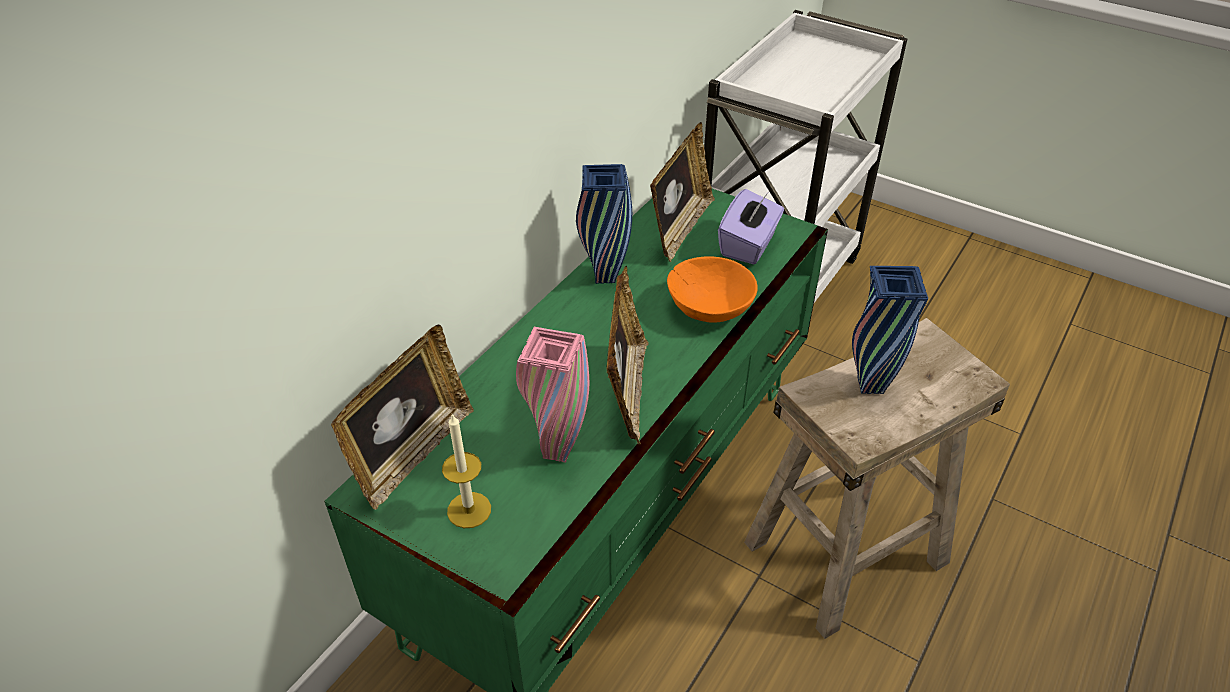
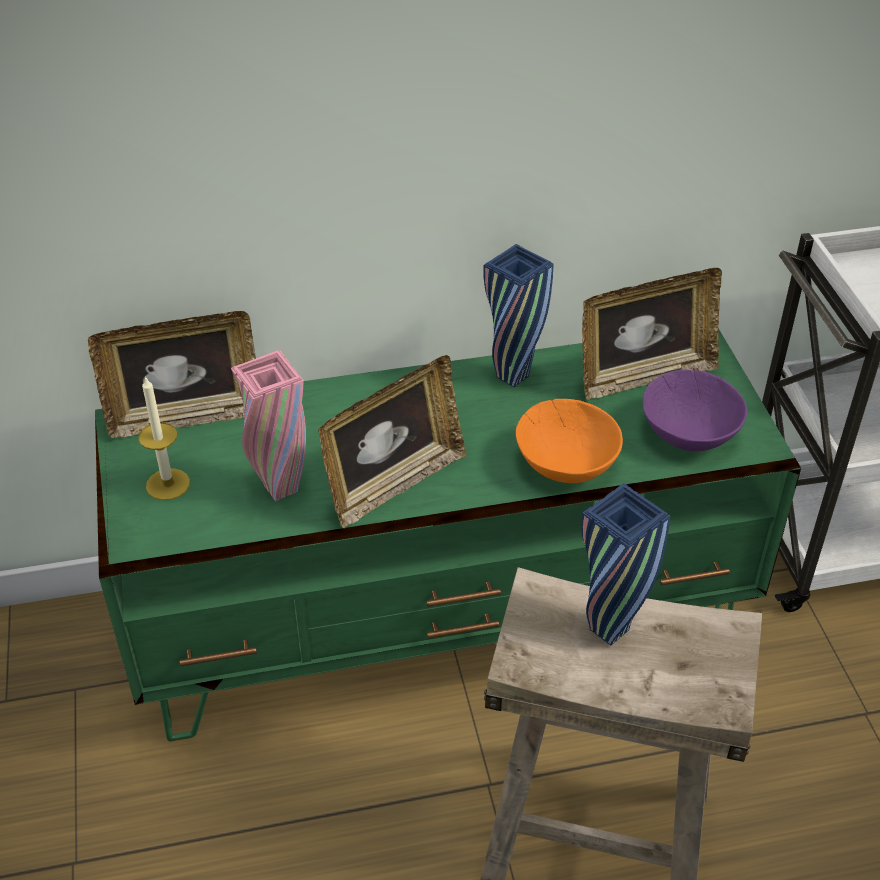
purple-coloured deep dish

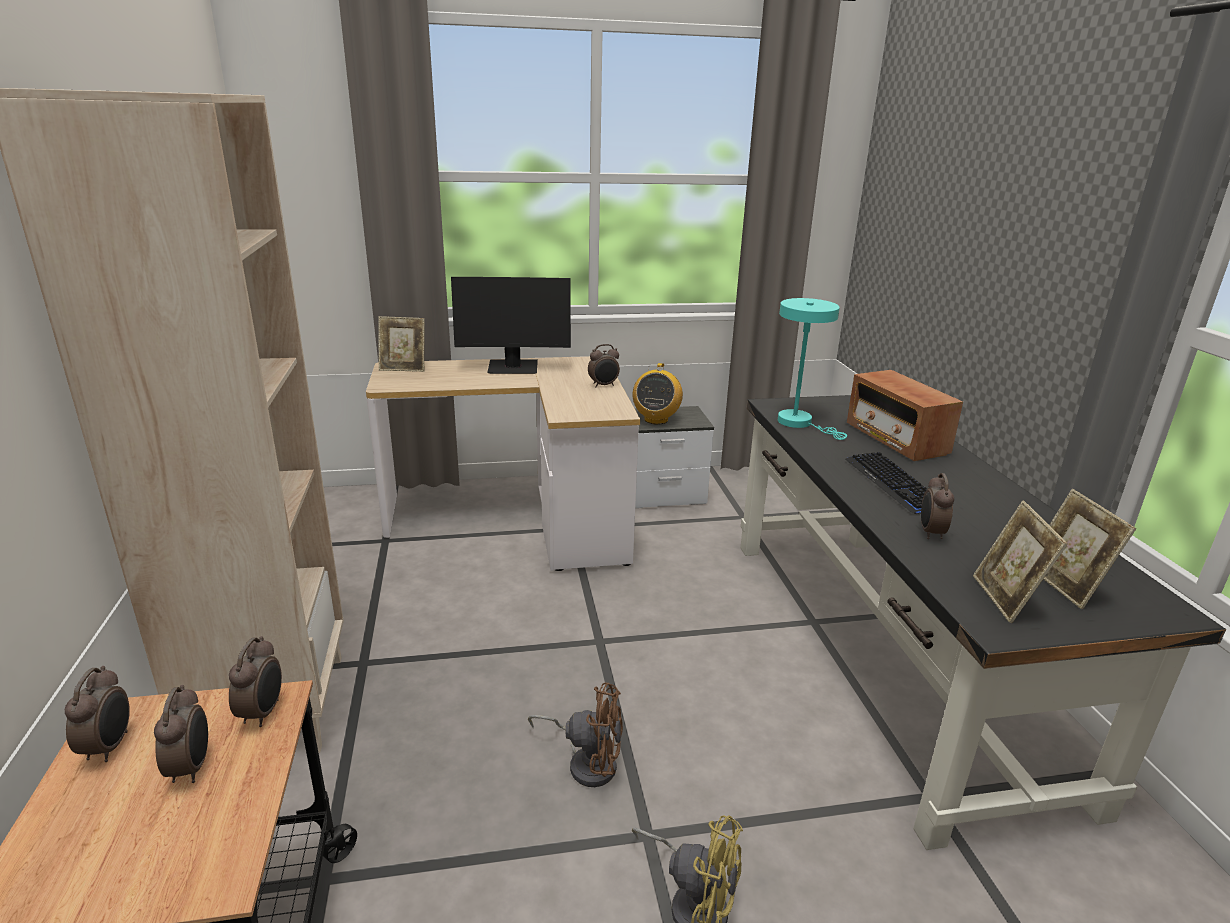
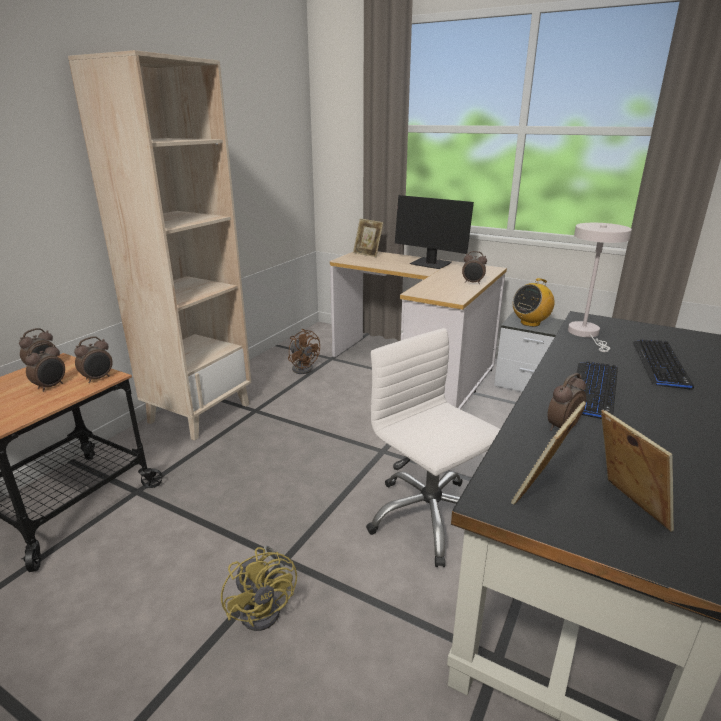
whitish desk chair
brown cooling fan
keyboard (no. 2 from left)
whitish tabletop lamp
standing frame (no. 3 from left)

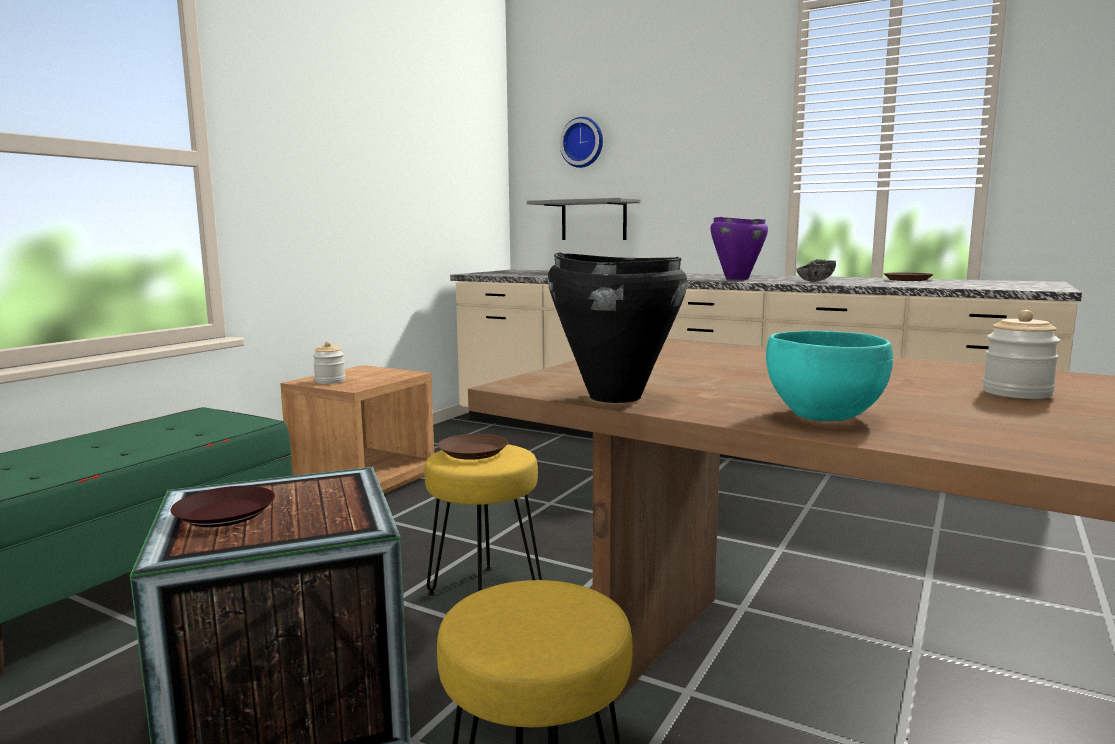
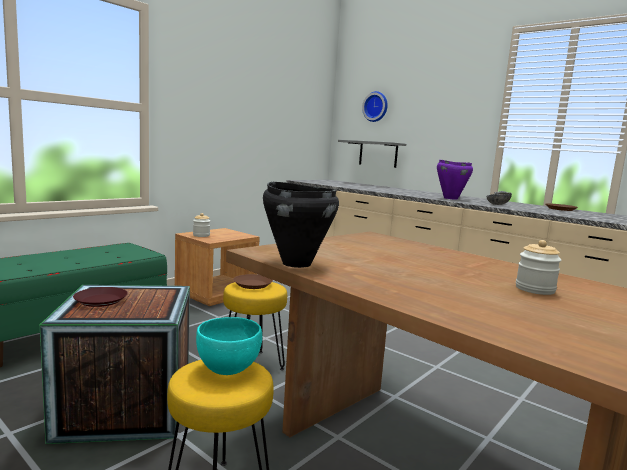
blue-green deep dish

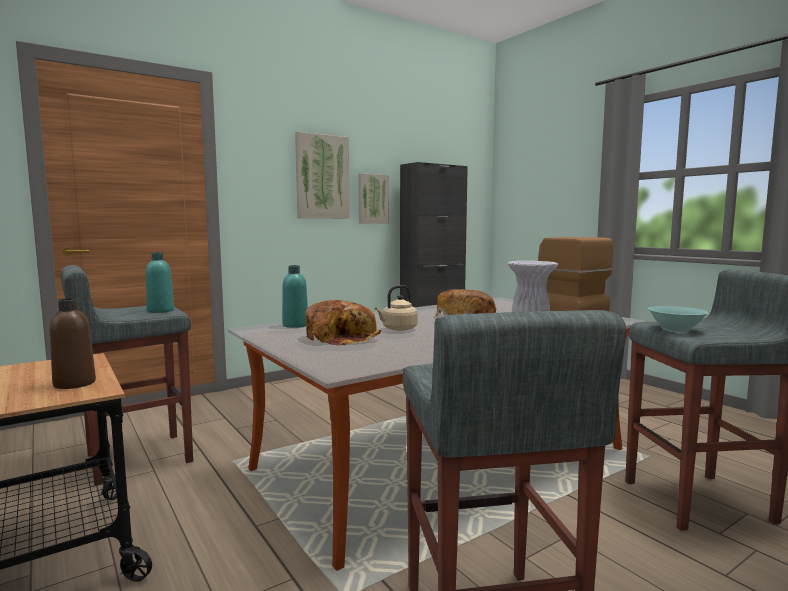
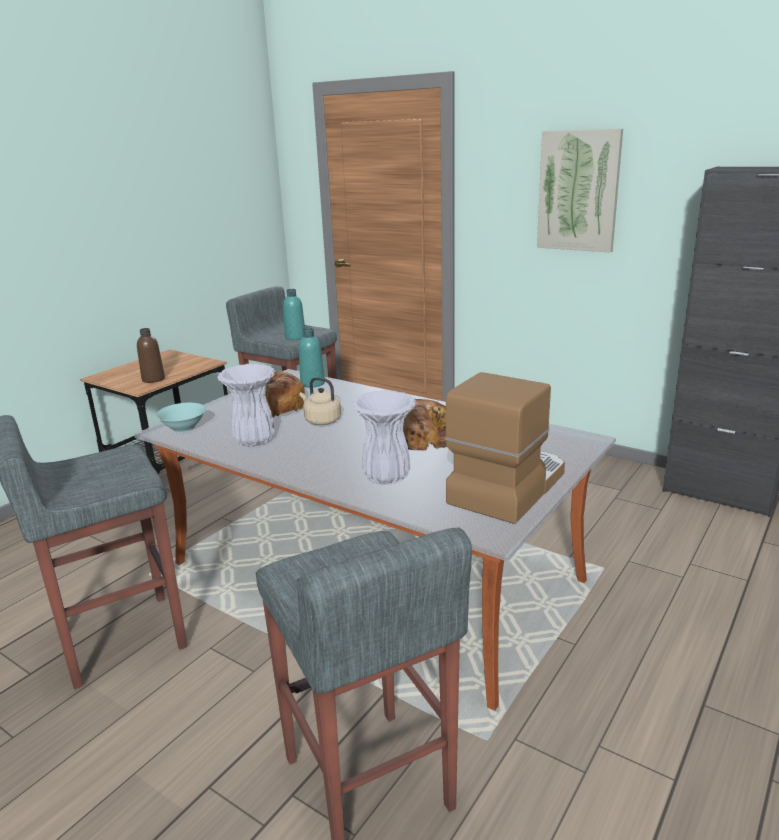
picture (no. 2 from left in the first image)
whitish decorative vase (no. 1 from left)
blue-green deep dish

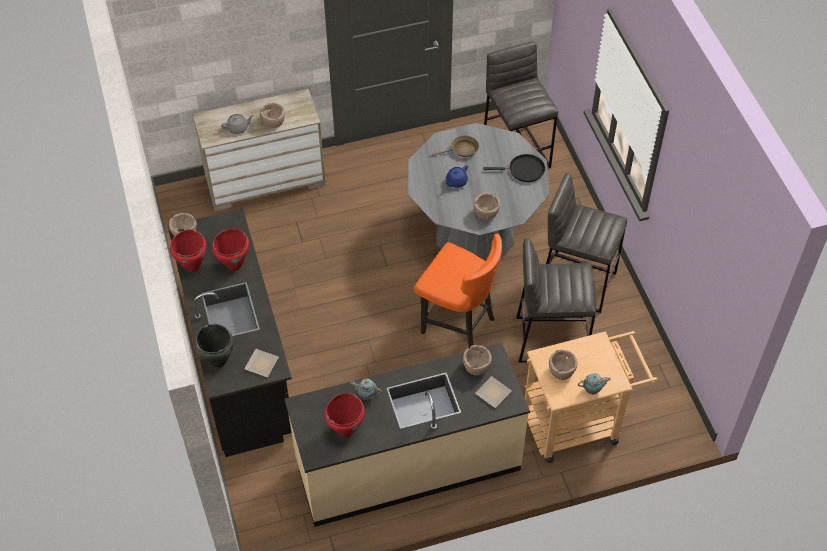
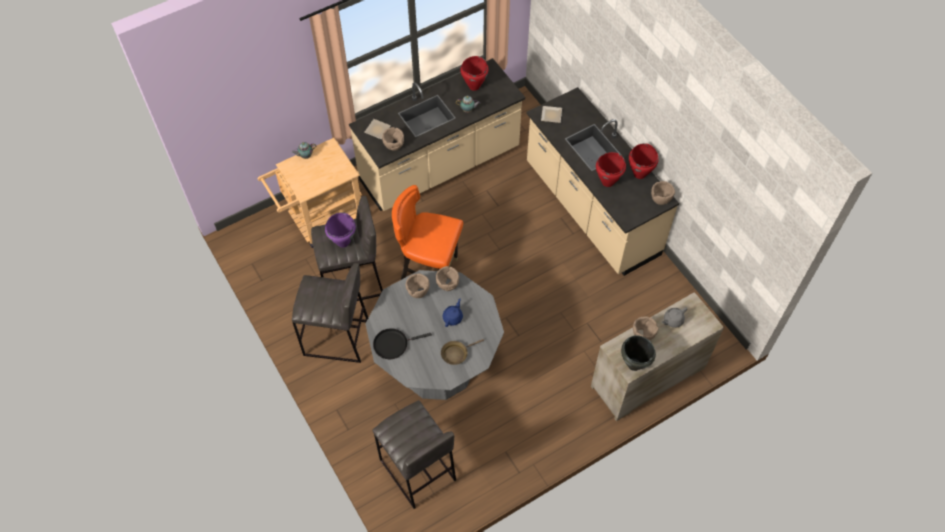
purple-coloured stockpot
black stockpot
brown deep dish (no. 3 from left)
beige kitchen base unit (no. 2 from left)

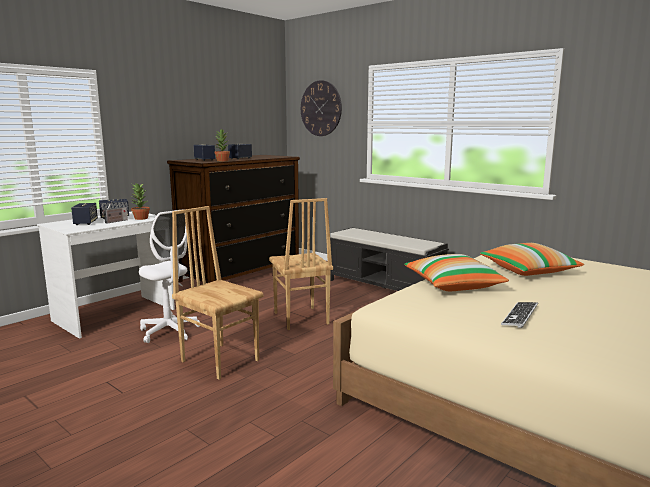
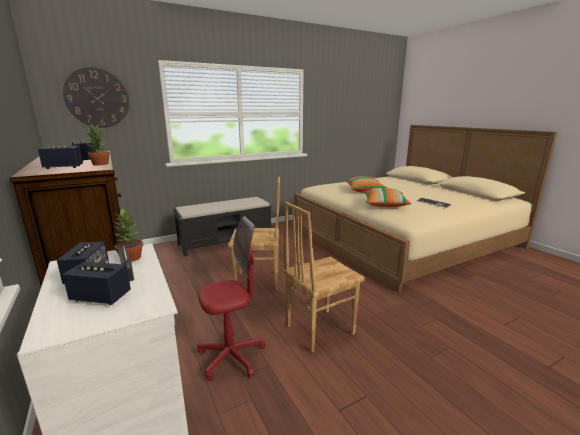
reddish desk chair

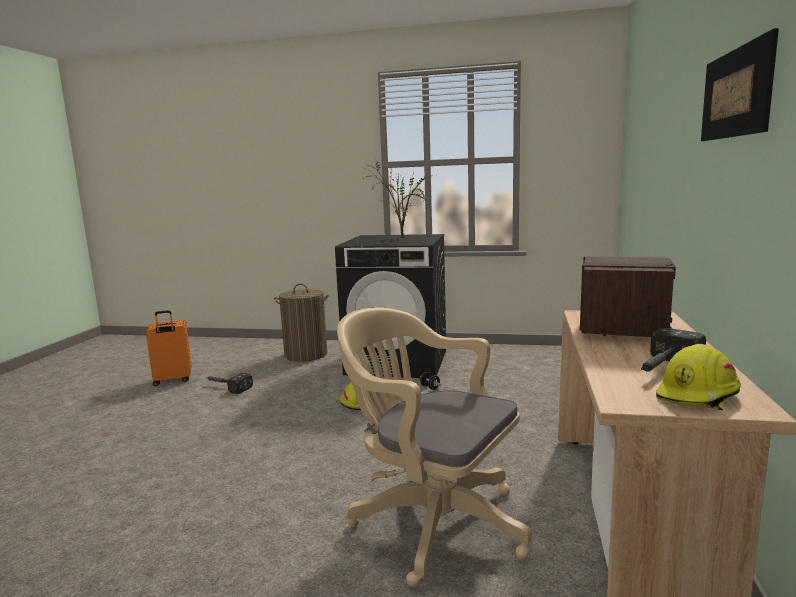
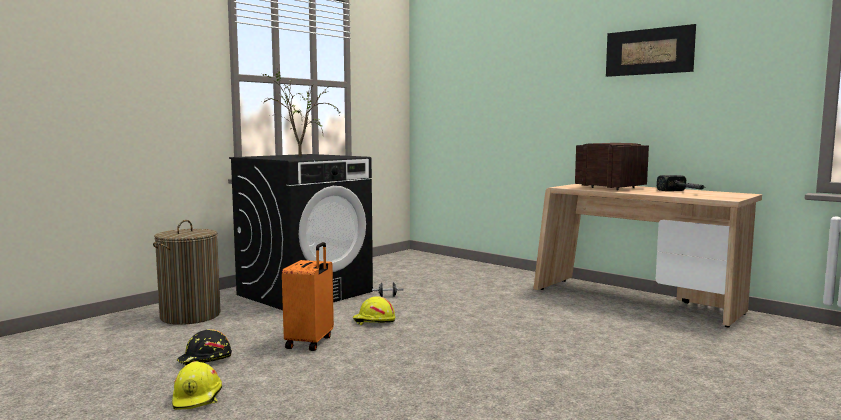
beige desk chair
orange travel case
yellowish safety helmet (no. 1 from left)
black safety helmet

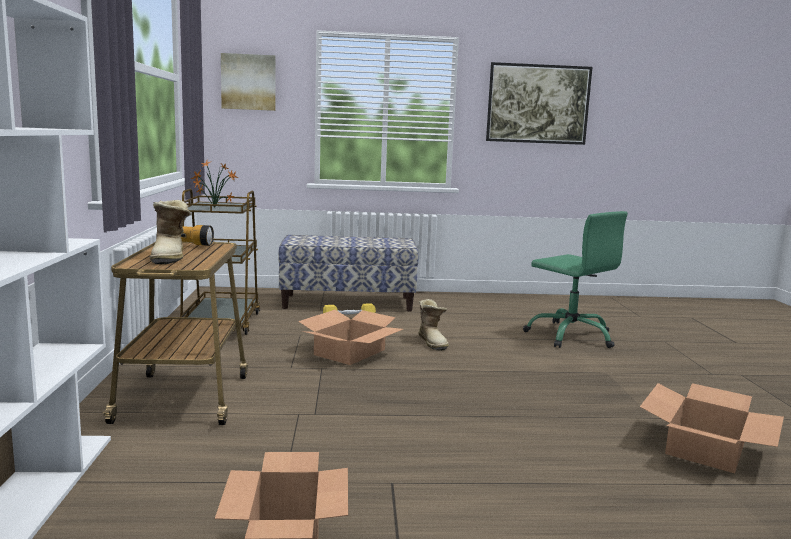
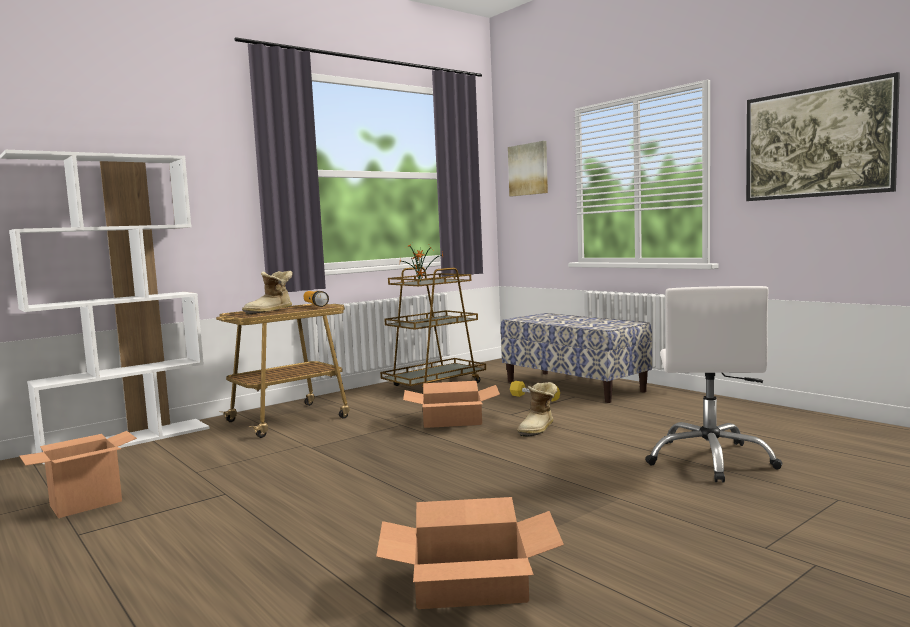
whitish desk chair

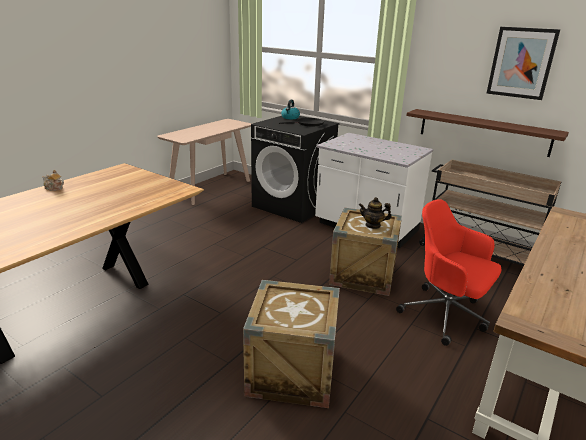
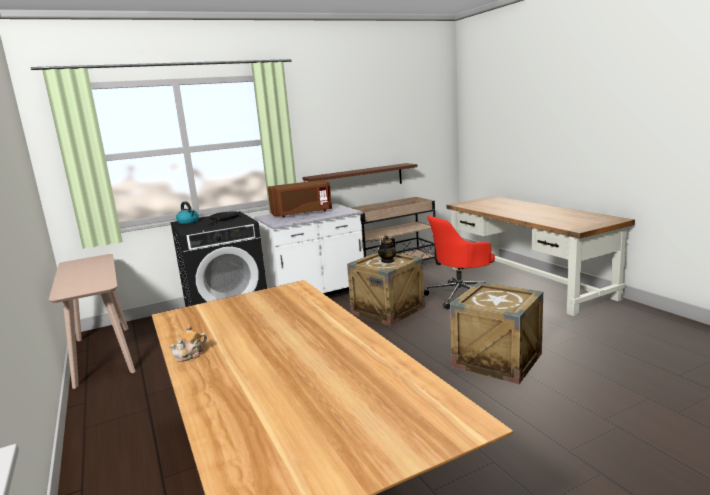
picture
brown microwave

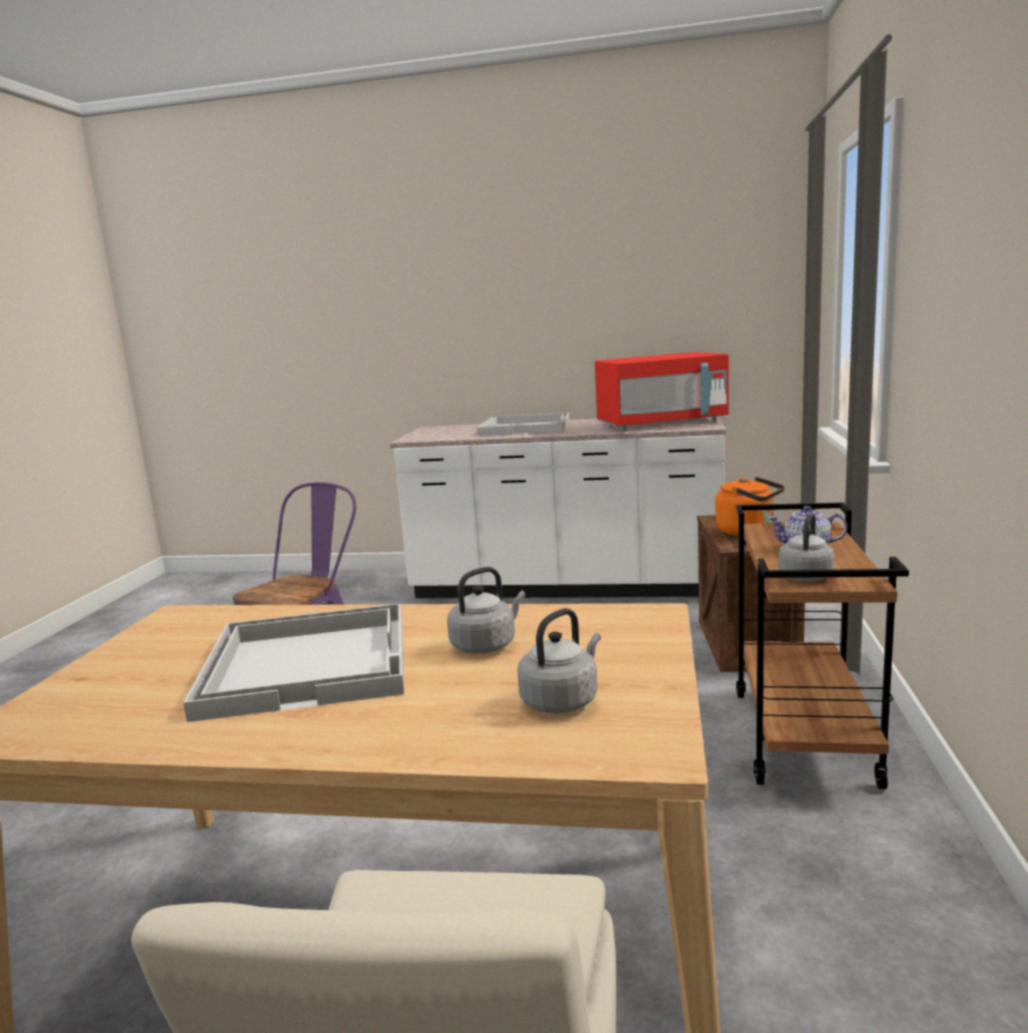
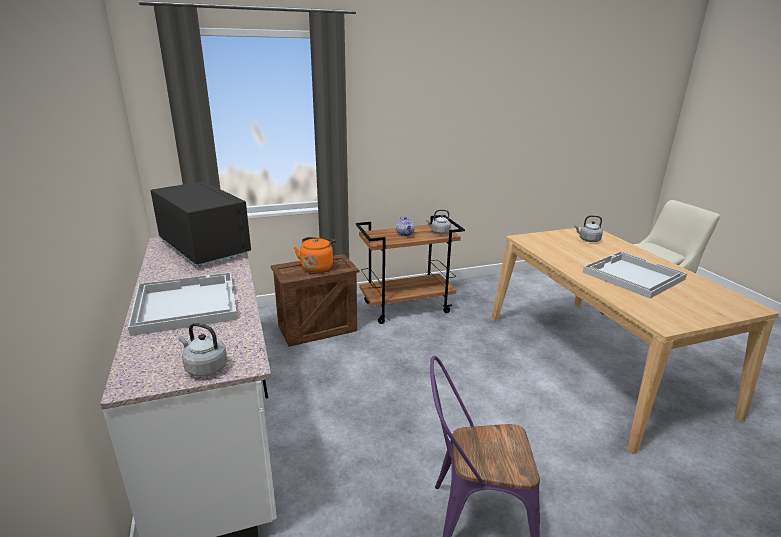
grey kettle (no. 1 from left)
black microwave

